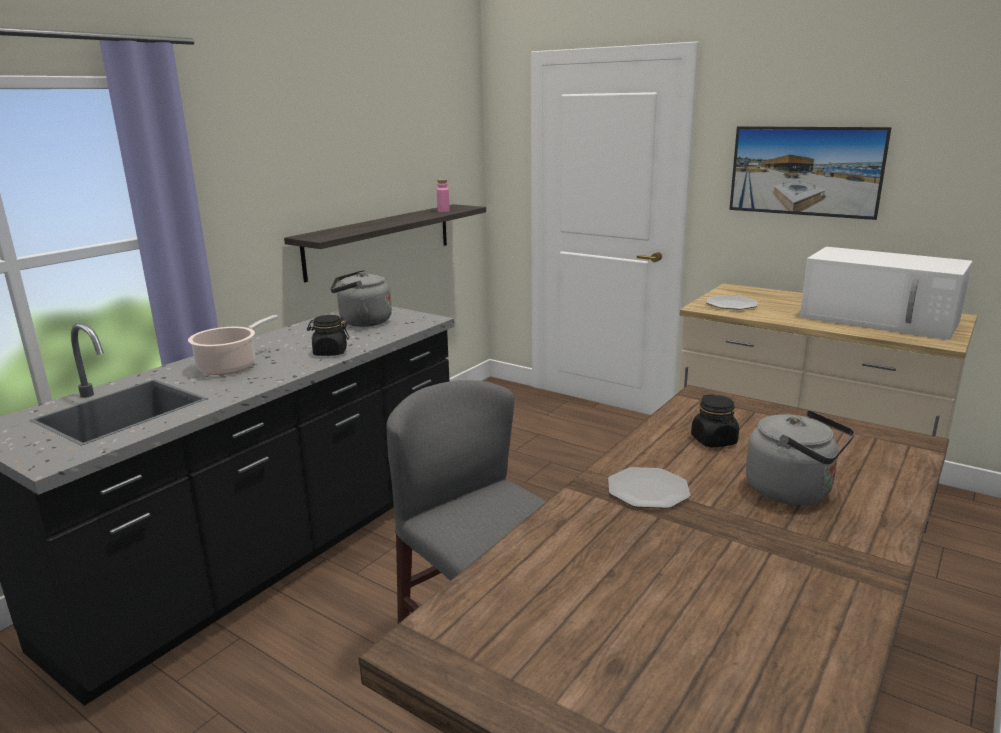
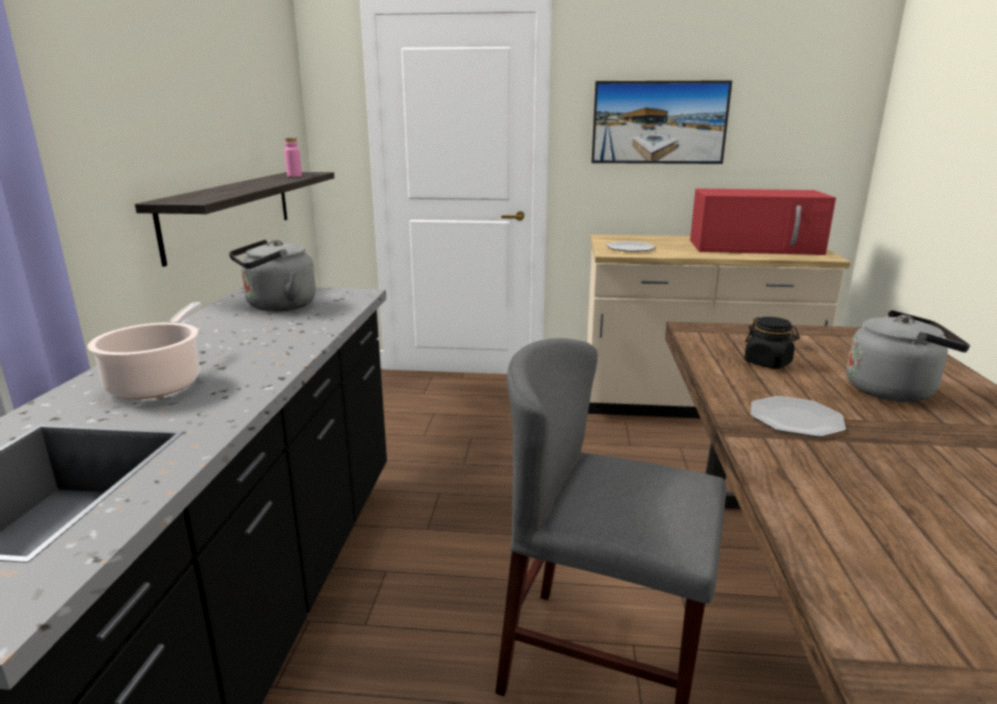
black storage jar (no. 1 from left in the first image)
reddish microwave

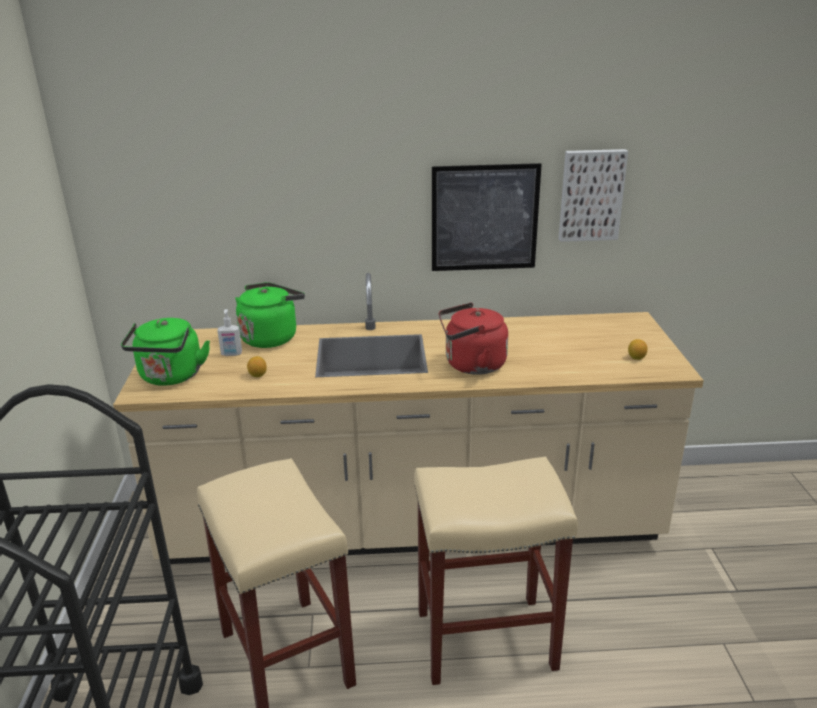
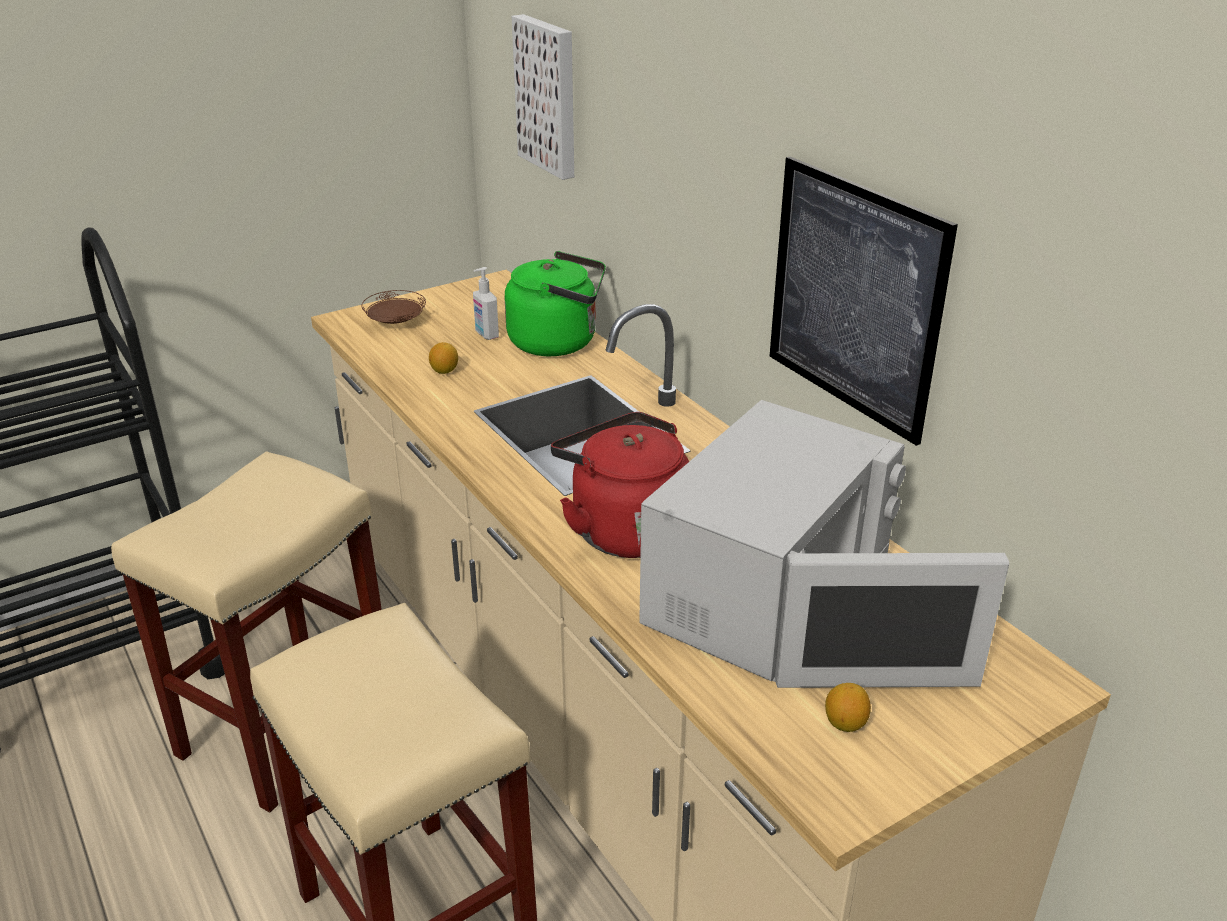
whitish microwave
picture (no. 1 from left)
brown flat dish

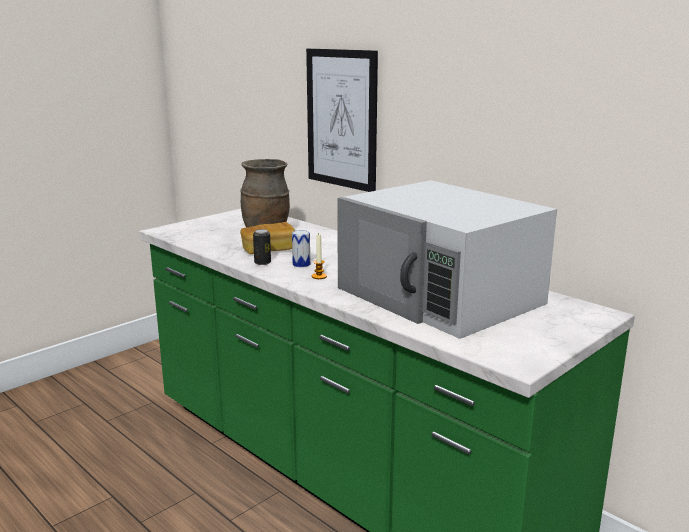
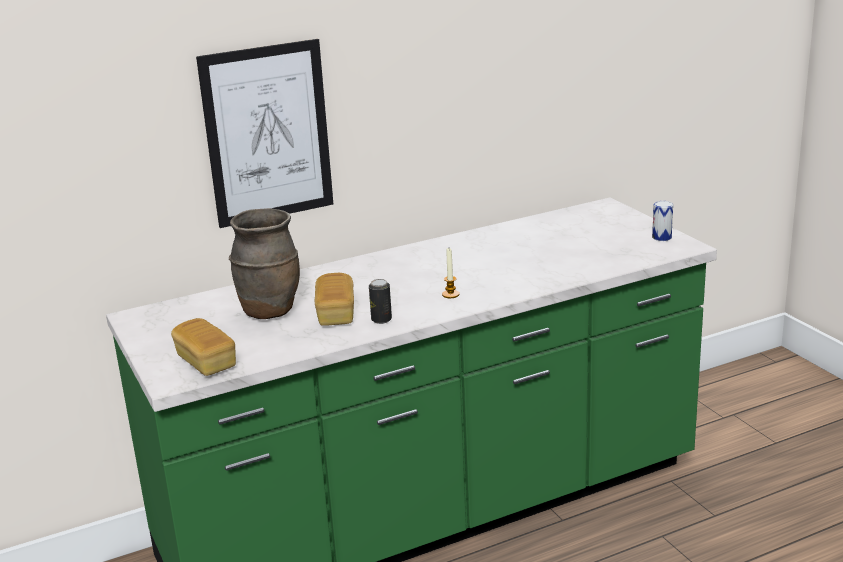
whitish microwave
bread (no. 1 from left)
sealed can (no. 2 from left)

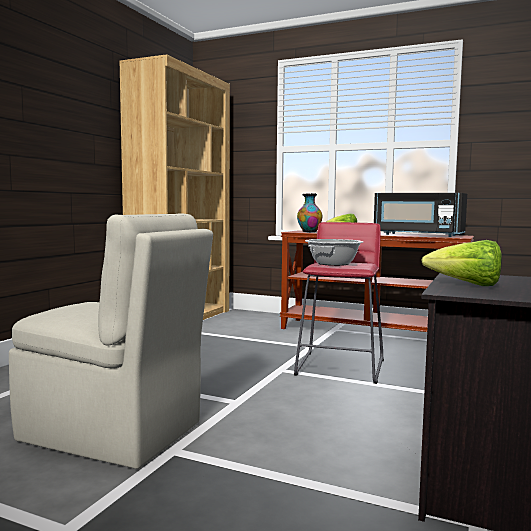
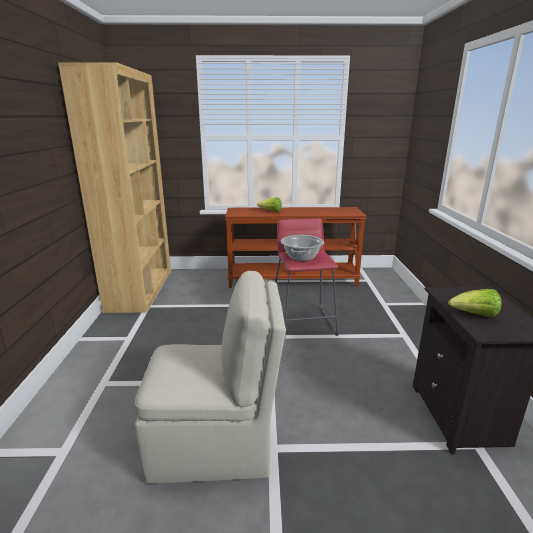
decorative vase
black microwave

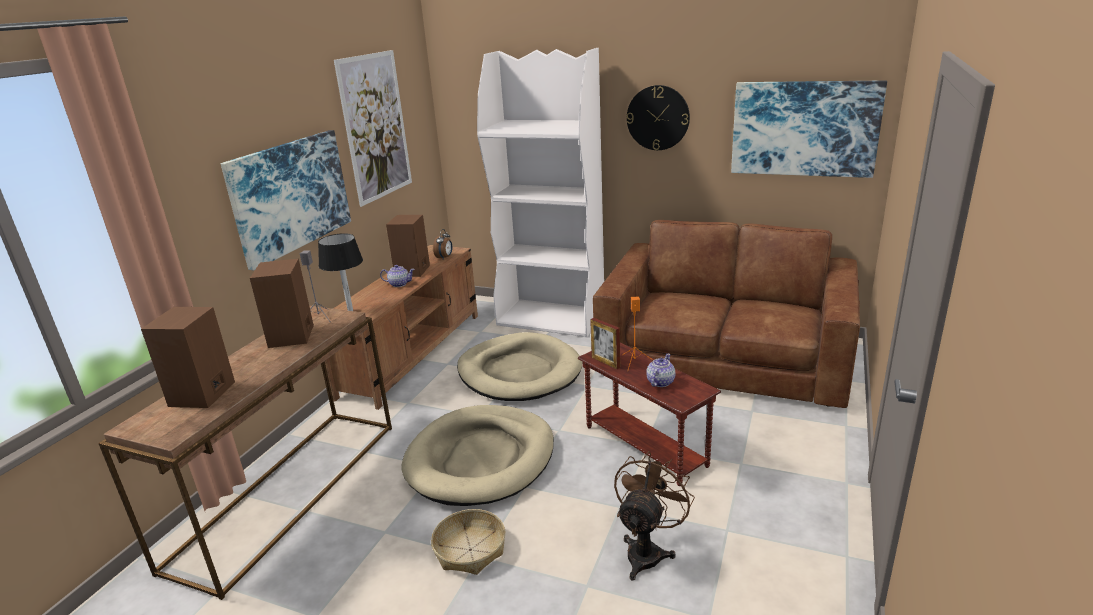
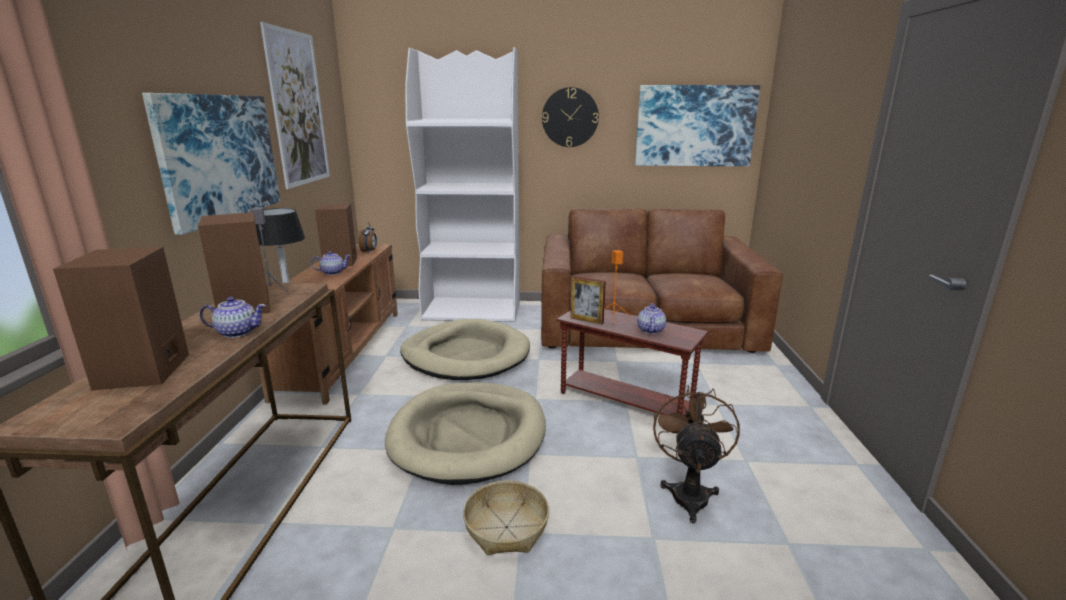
tea pot (no. 1 from left)

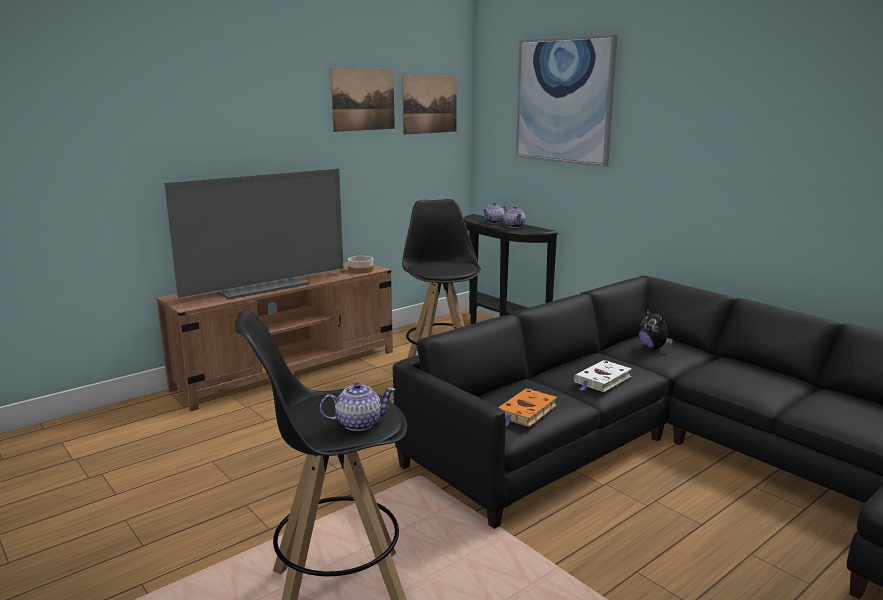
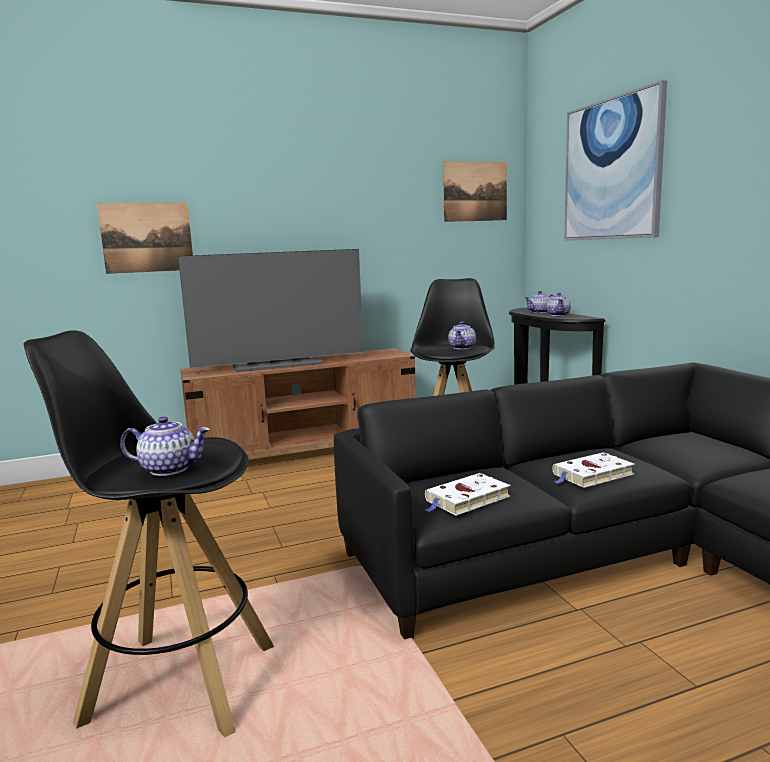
deep dish
soft toy
tea pot (no. 2 from left)
picture (no. 1 from left)
whitish book (no. 1 from left)

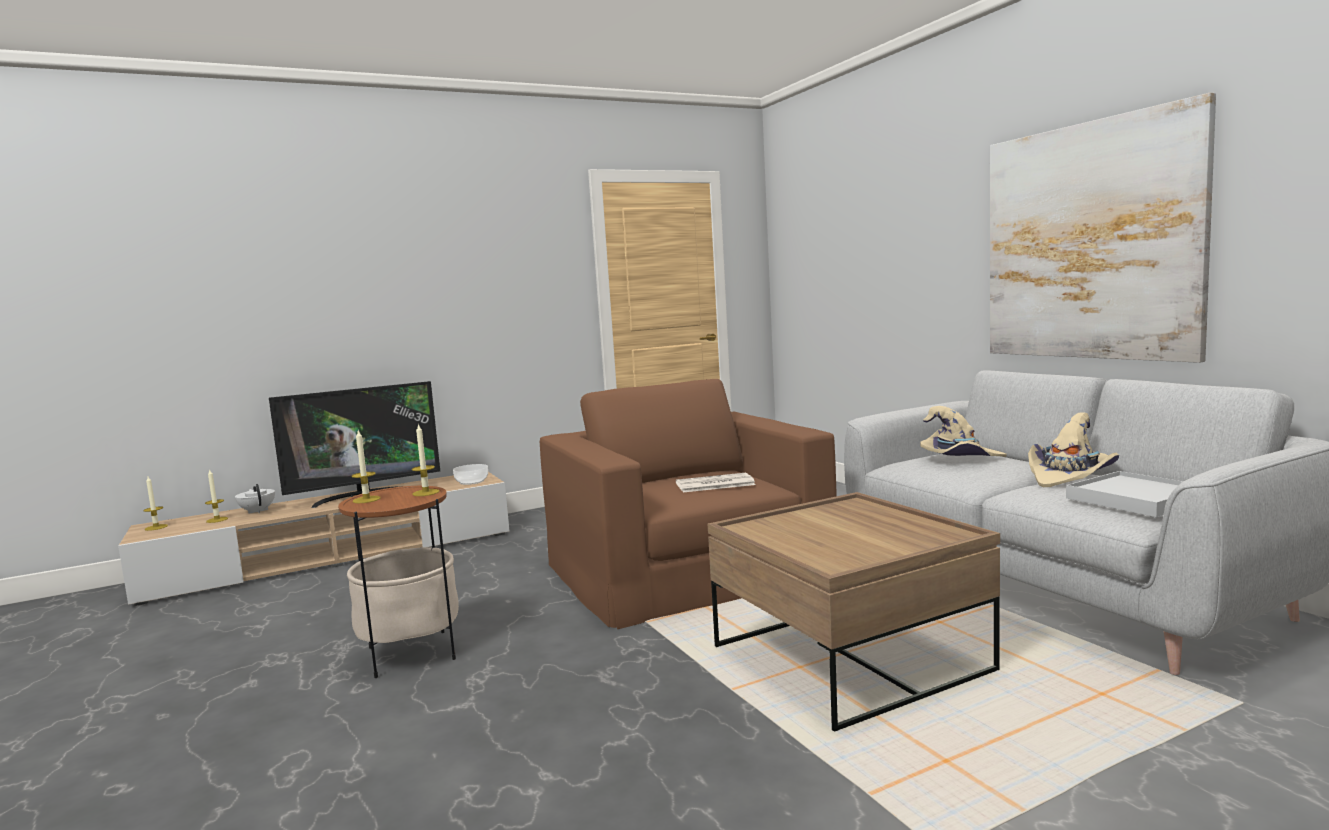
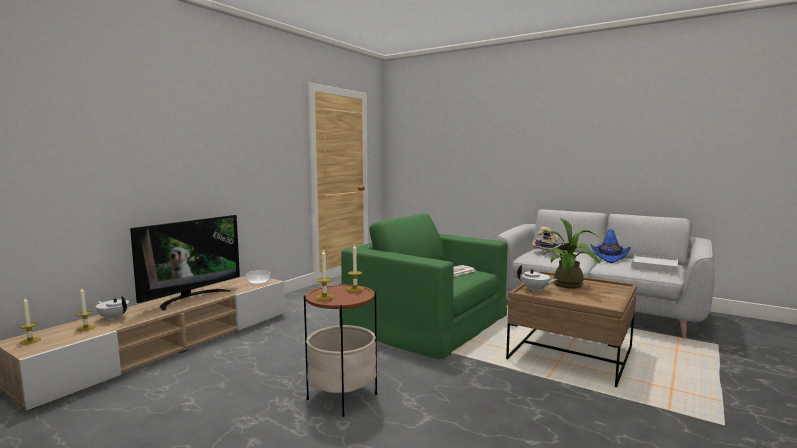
picture
whitish tea pot (no. 2 from left)
houseplant
green-coloured armchair
blue-coloured hat

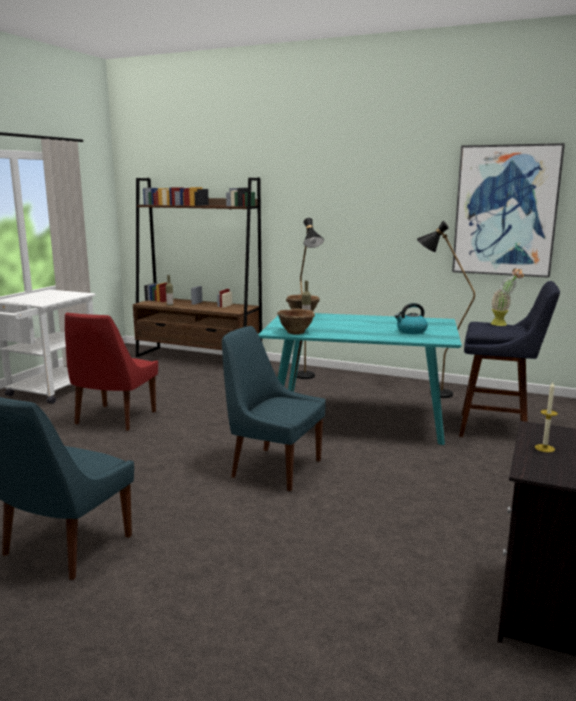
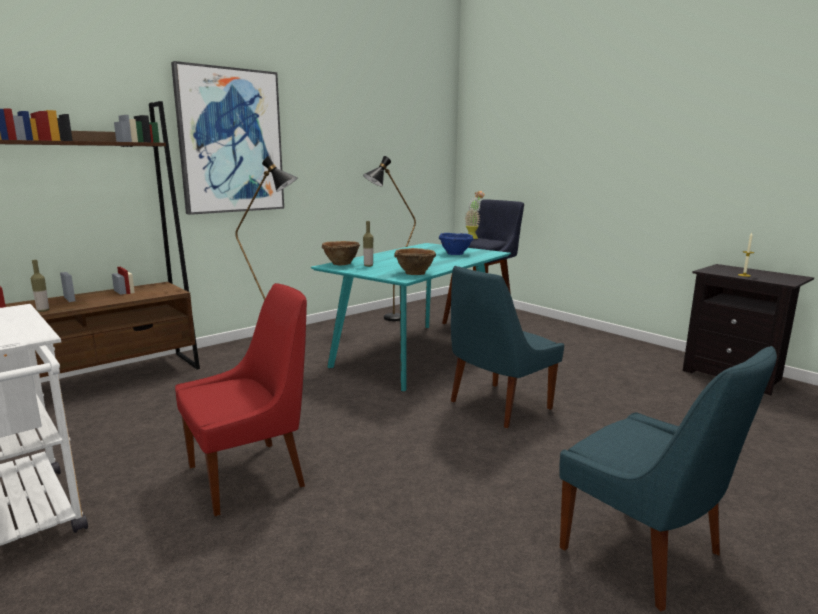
picture
blue-coloured deep dish
reddish chair

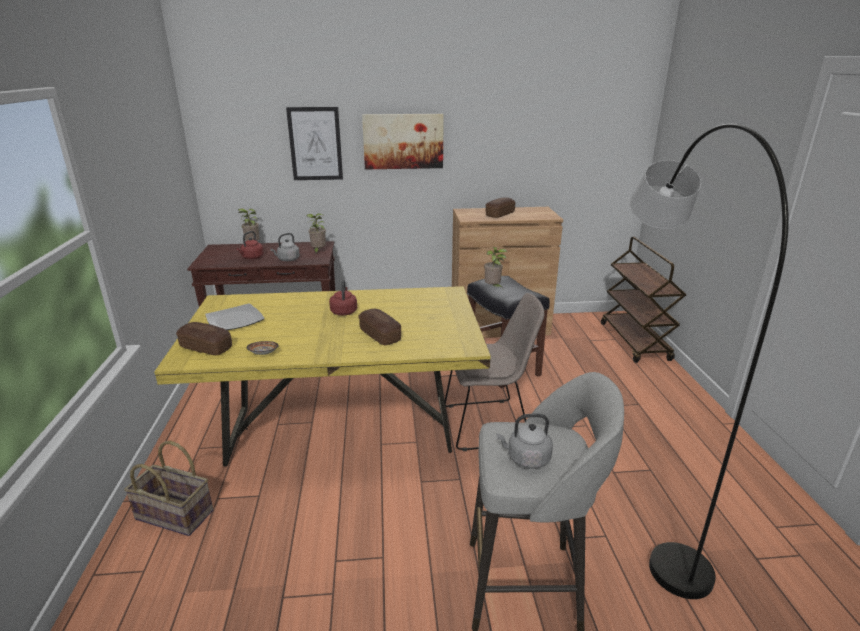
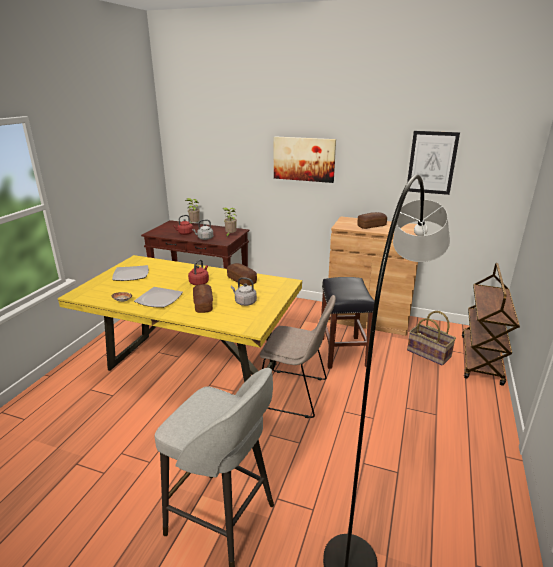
houseplant (no. 3 from left in the first image)
flat dish (no. 2 from left)
storage basket
bread (no. 2 from left)
picture (no. 2 from left)
grey kettle (no. 2 from left)

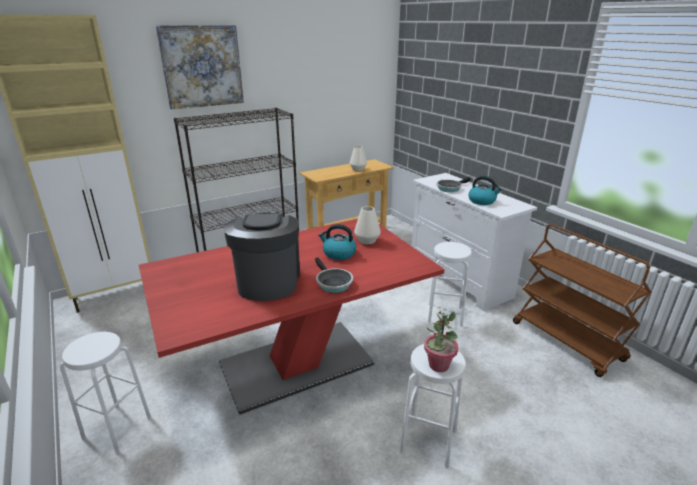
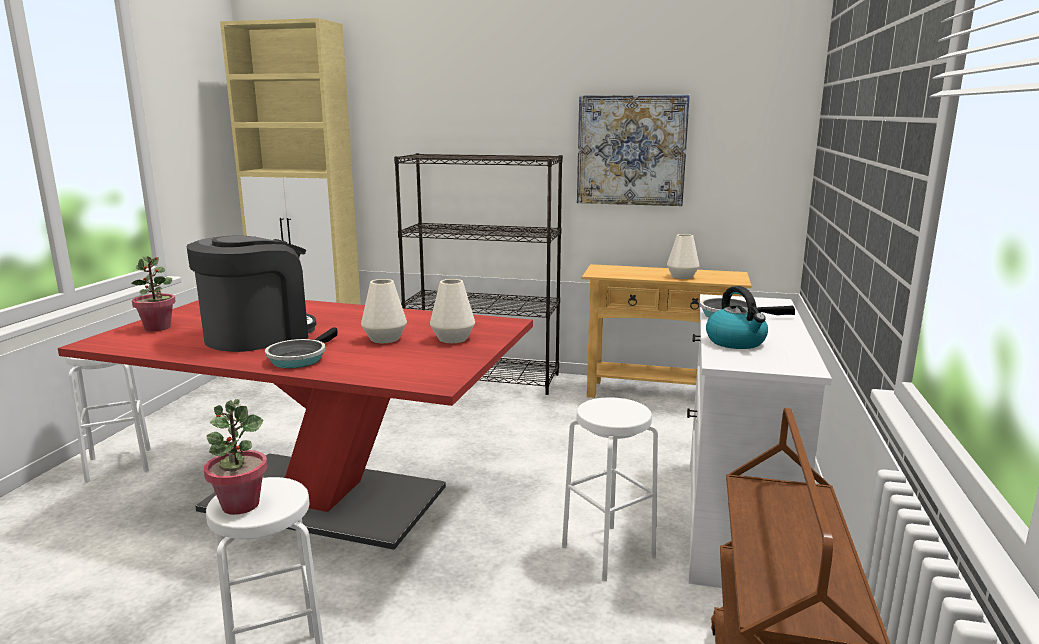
houseplant (no. 1 from left)
picture
whitish decorative vase (no. 1 from left)

